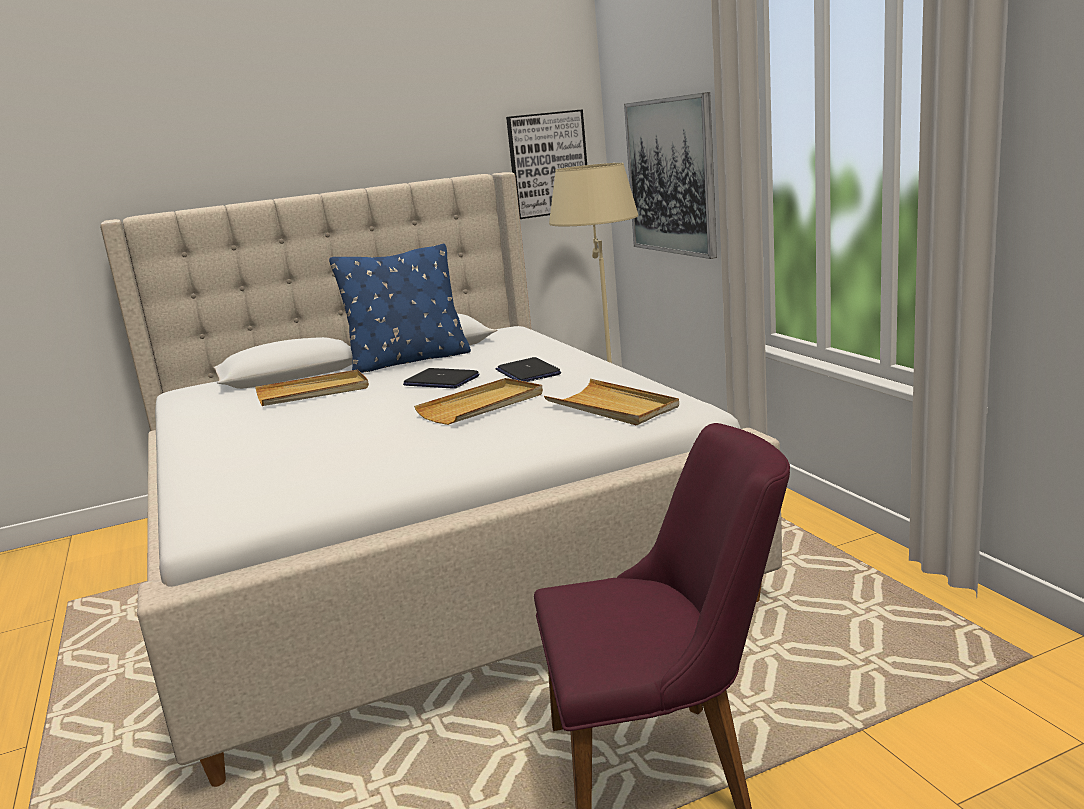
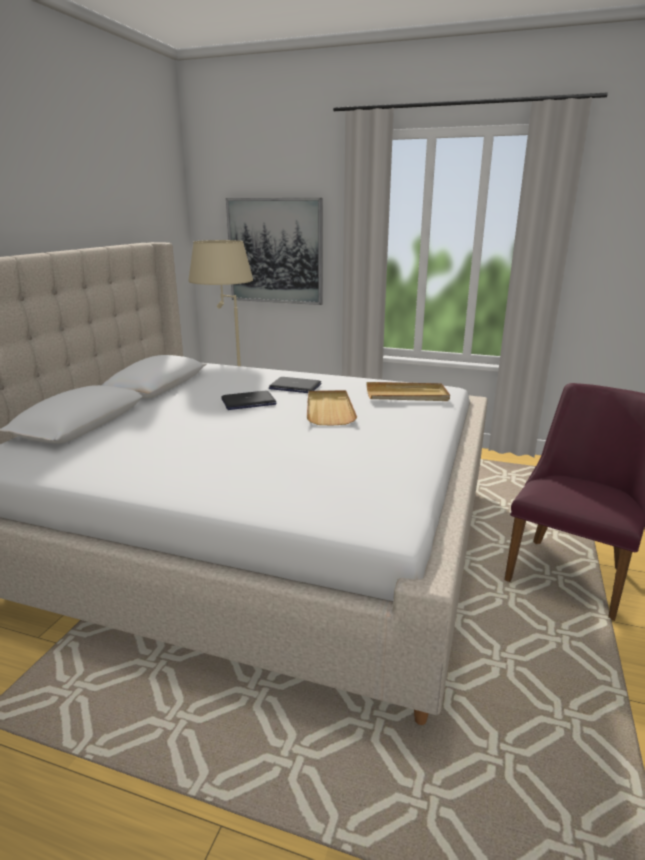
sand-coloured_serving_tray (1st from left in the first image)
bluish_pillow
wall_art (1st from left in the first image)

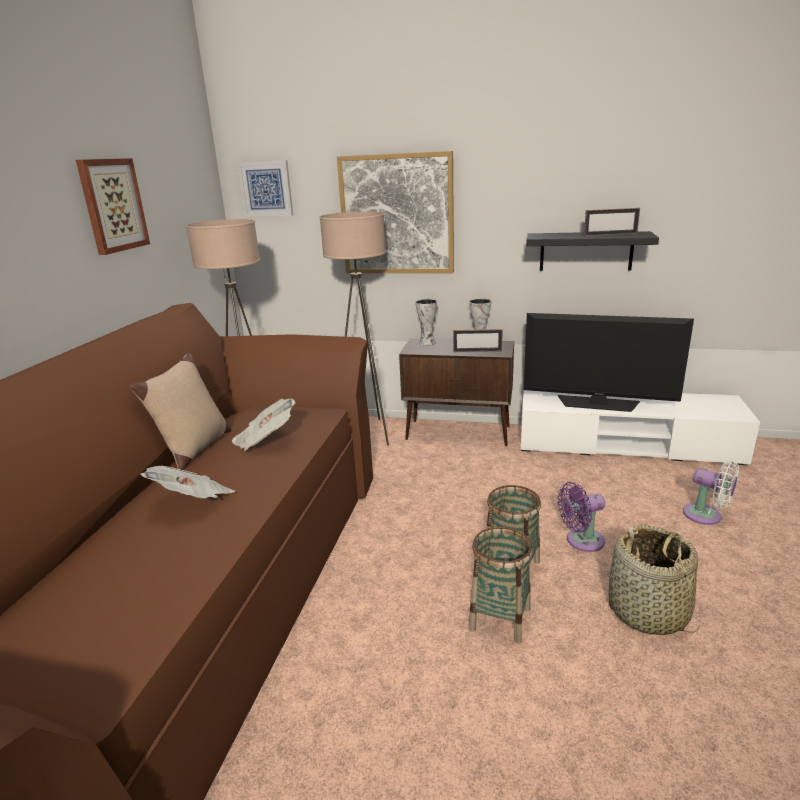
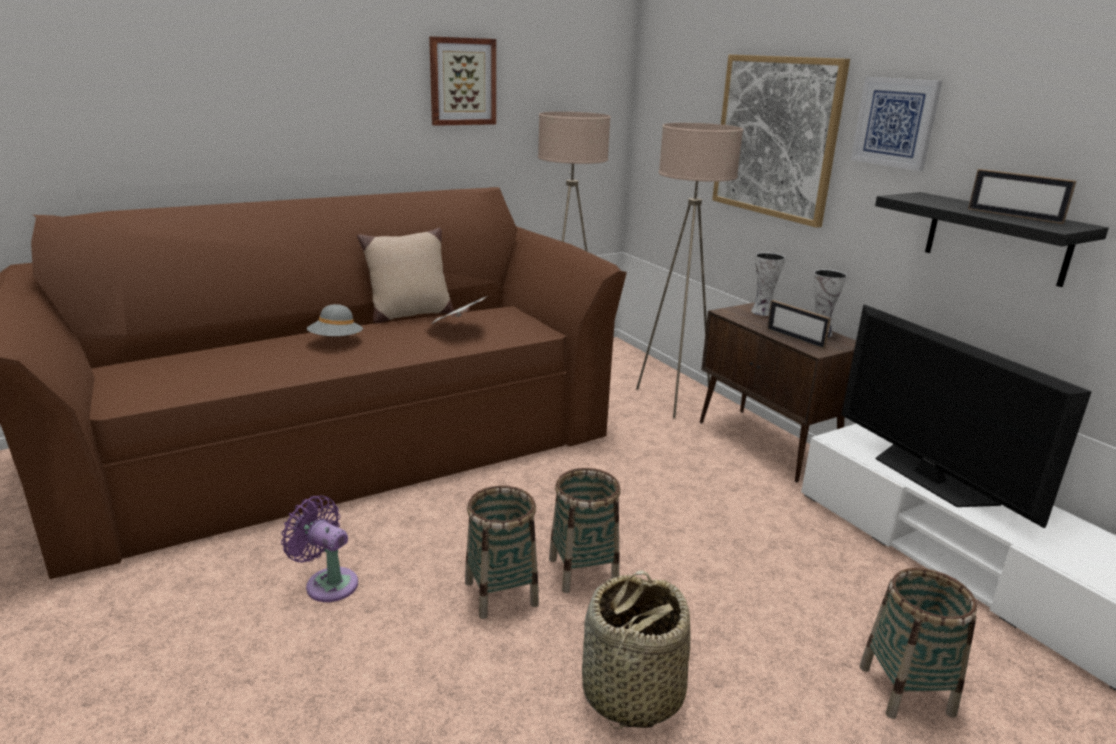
purplish_fan
gray_hat
wall_art (3rd from left)
household_basket (4th from left)

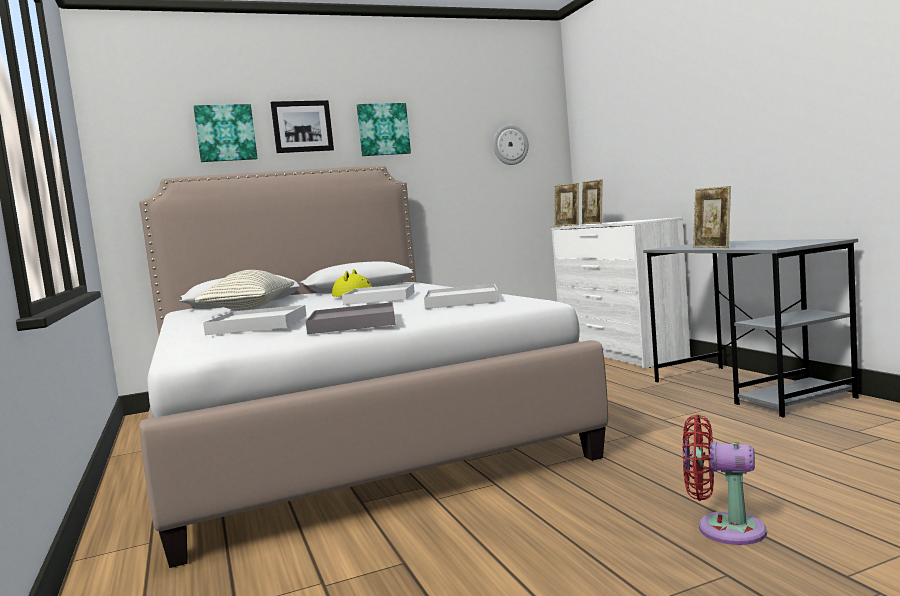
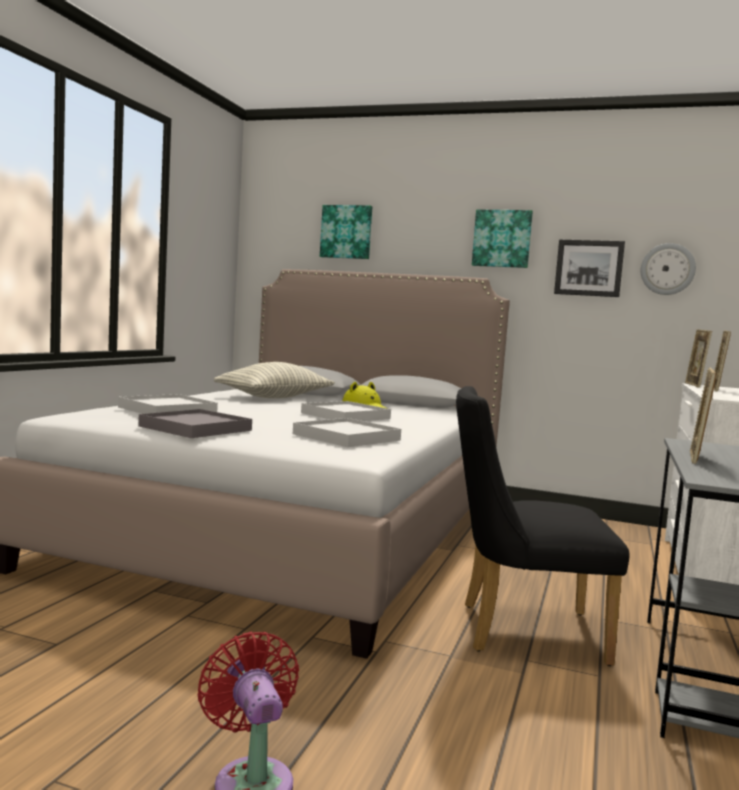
black_chair
wall_art (3rd from left)

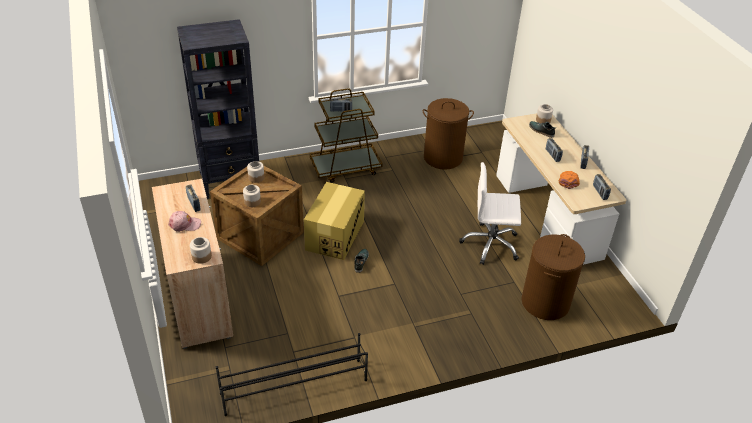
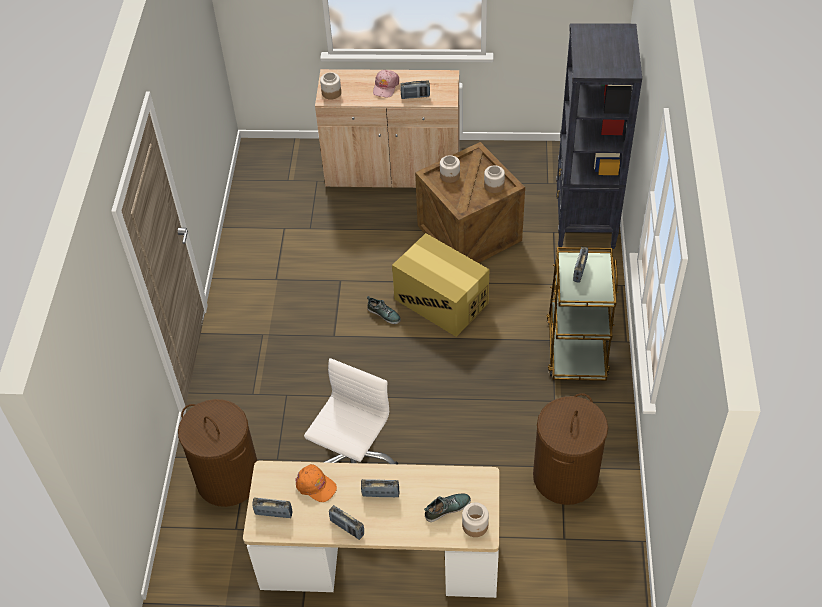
black_shoe_rack

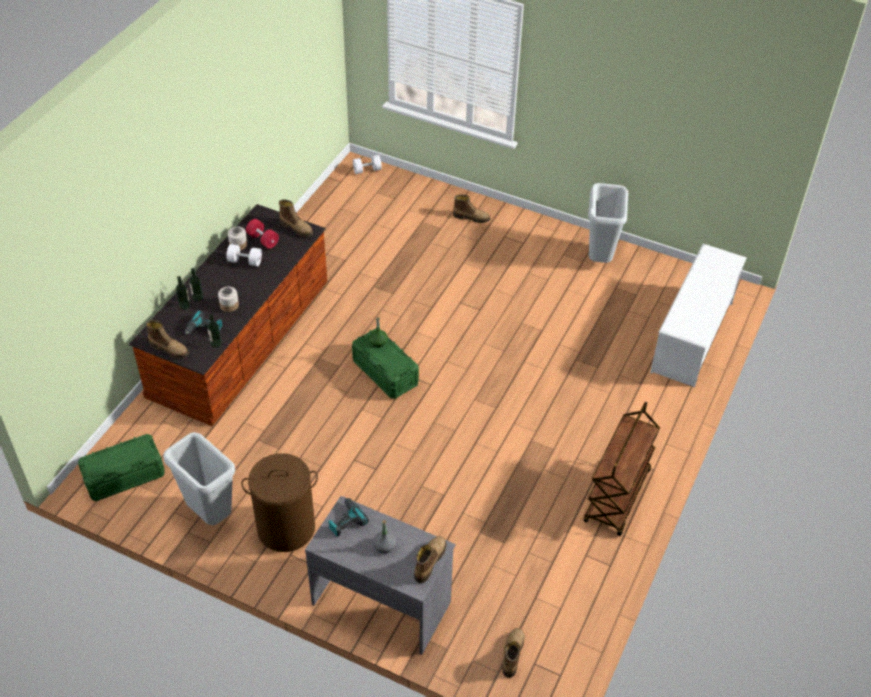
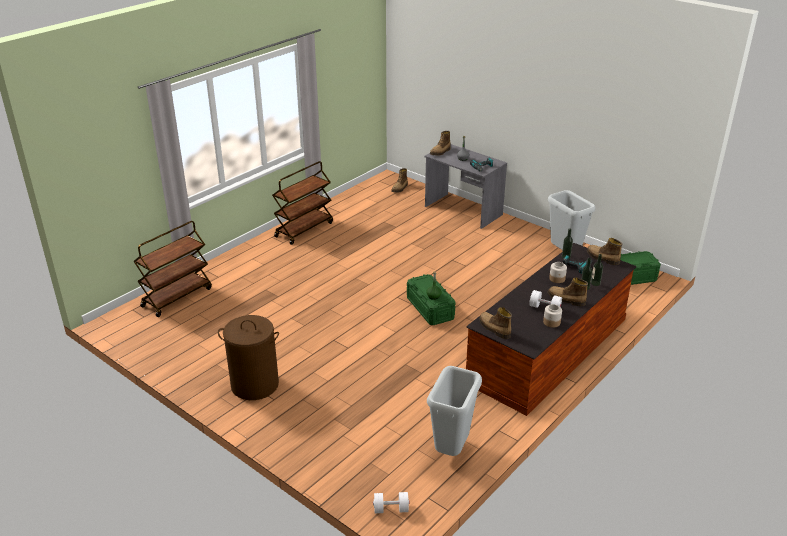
brown-coloured_trolley (1st from left)
brown-coloured_laundry_basket
gray_rubbish_bin (1st from left)
boot (4th from left)
red-coloured_hand_weight

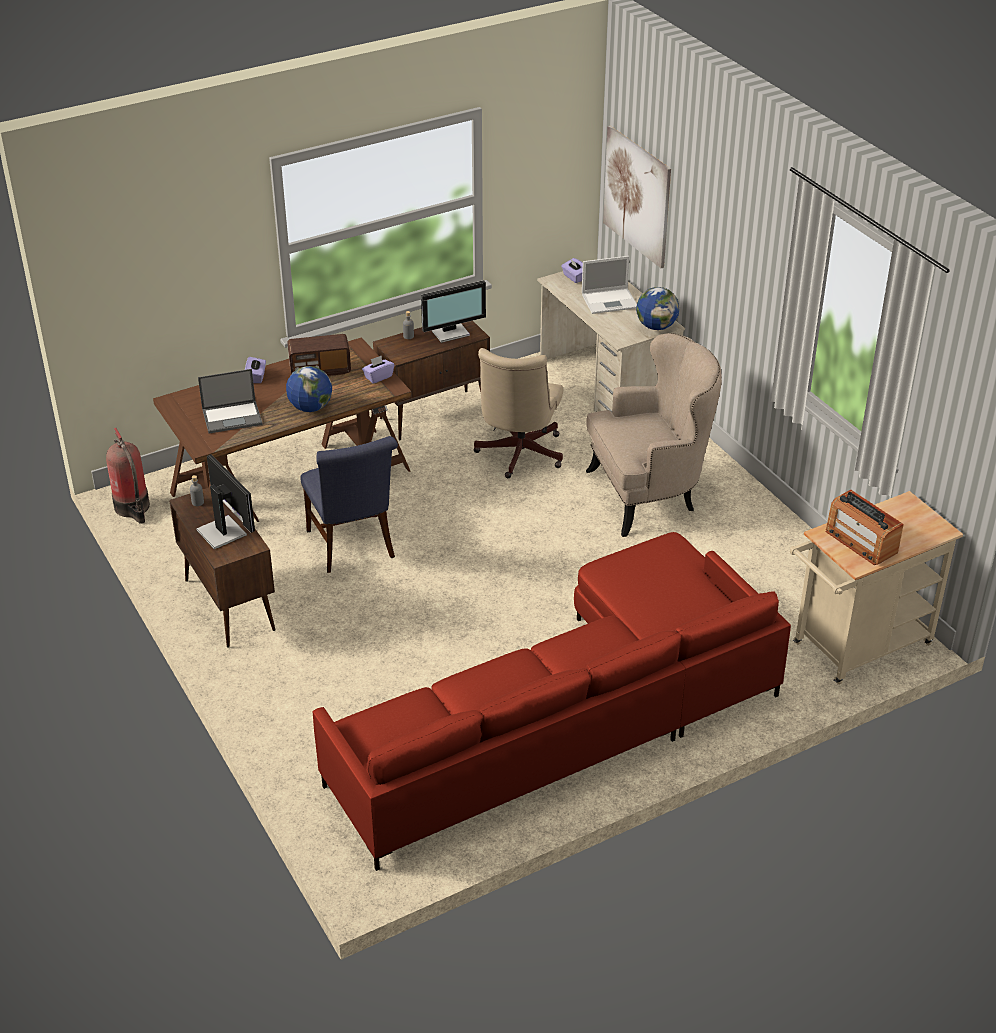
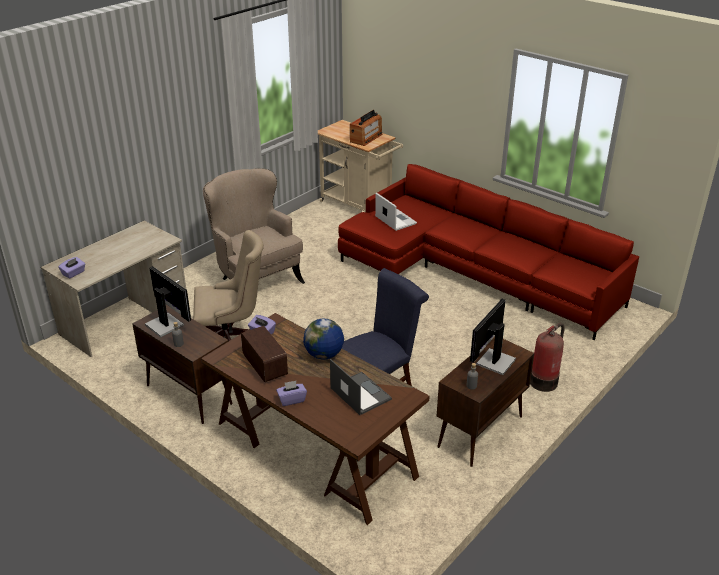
notebook_computer (2nd from left)
fire-fighting_cylinder
wall_art
desk_globe (2nd from left in the first image)

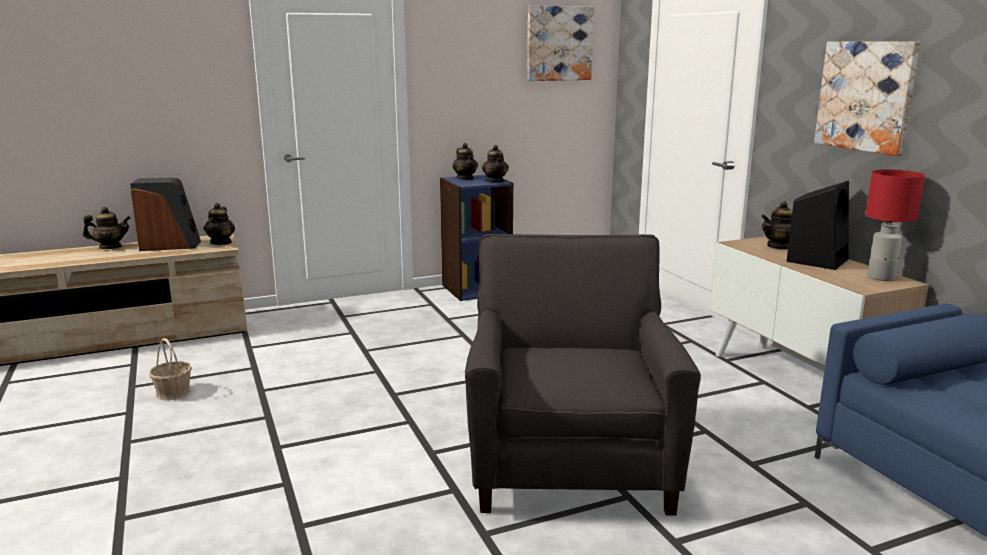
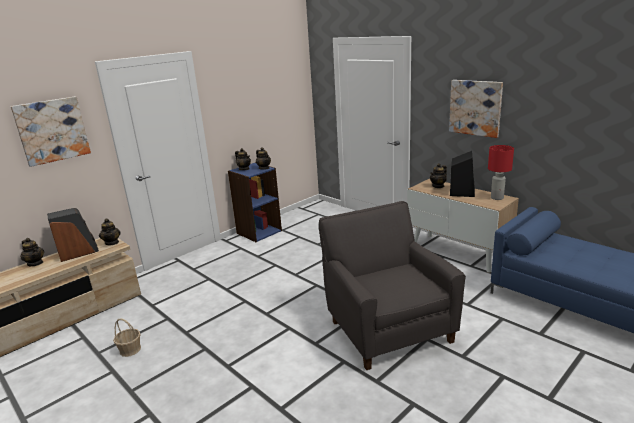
wall_art (1st from left)
tea_pot (1st from left)

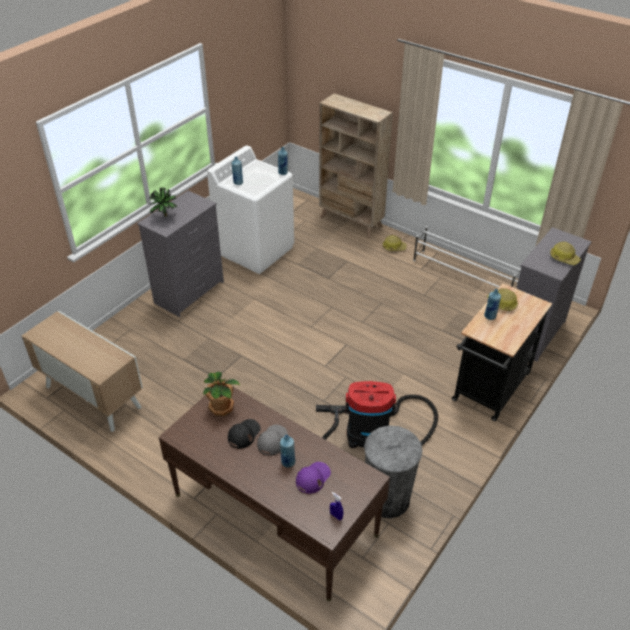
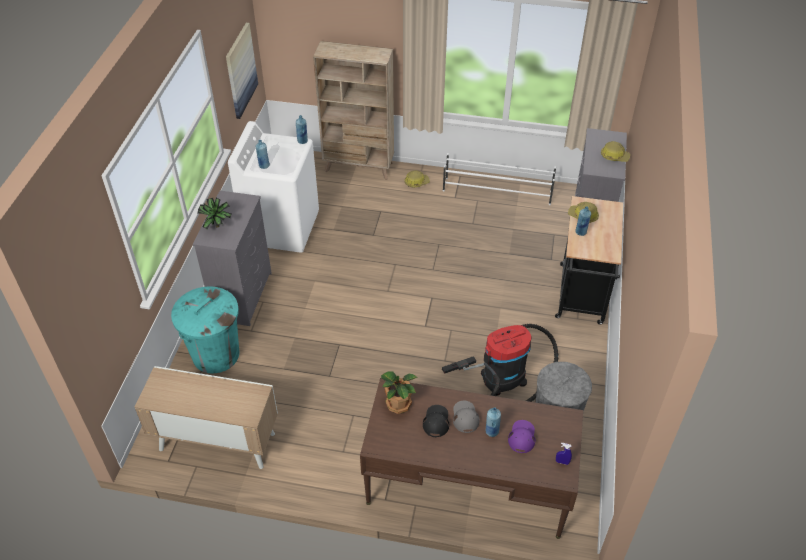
turquoise-coloured_rubbish_bin
wall_art

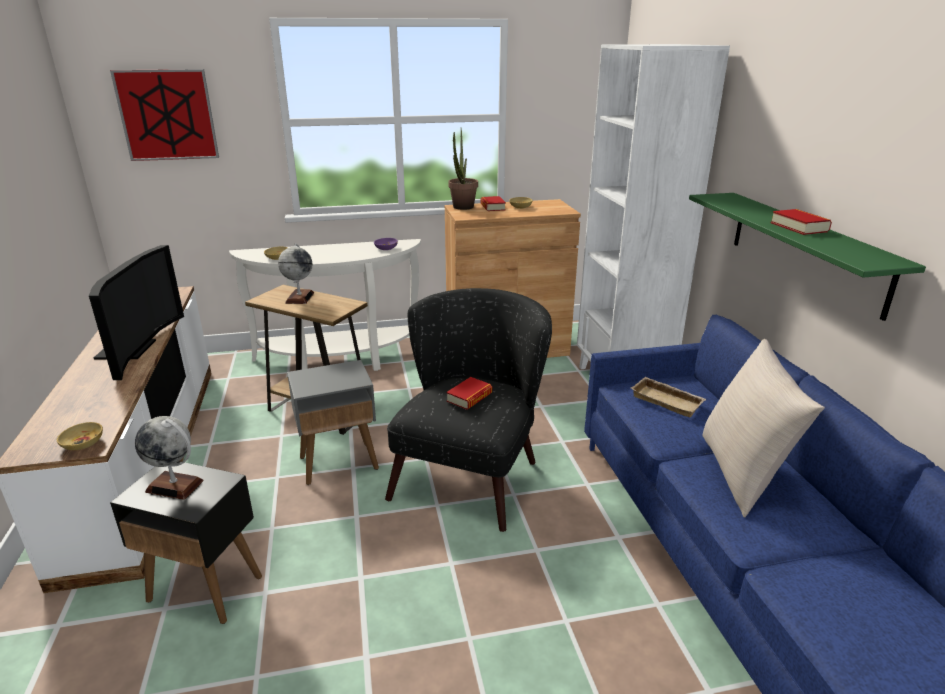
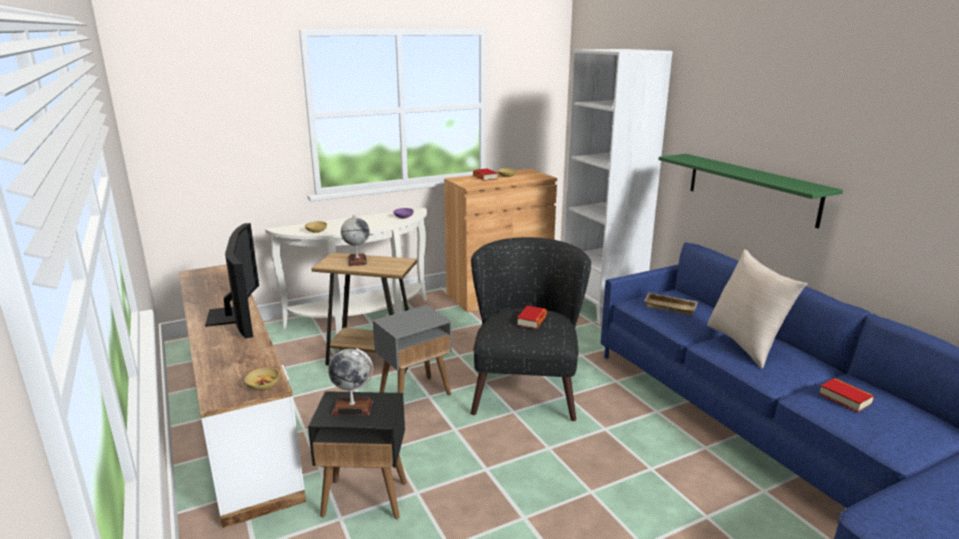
book (3rd from left)
wall_art
plant_in_a_pot

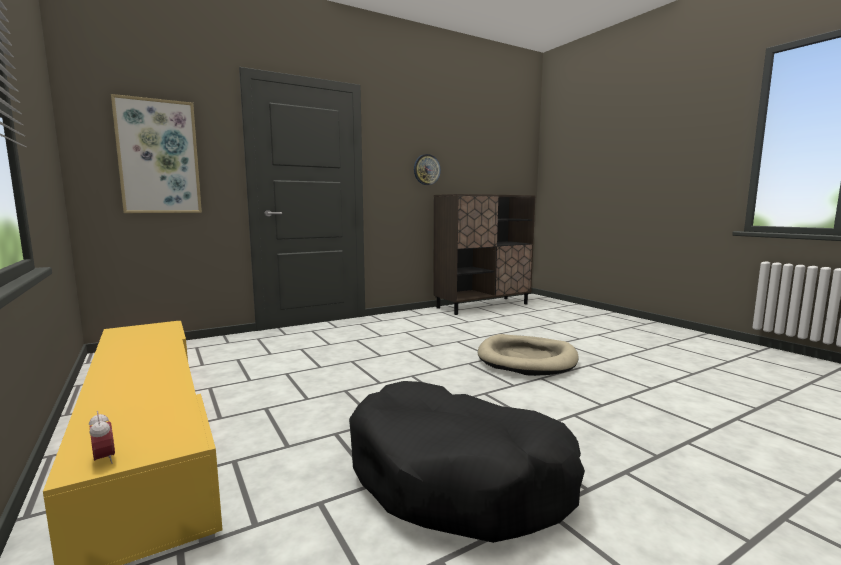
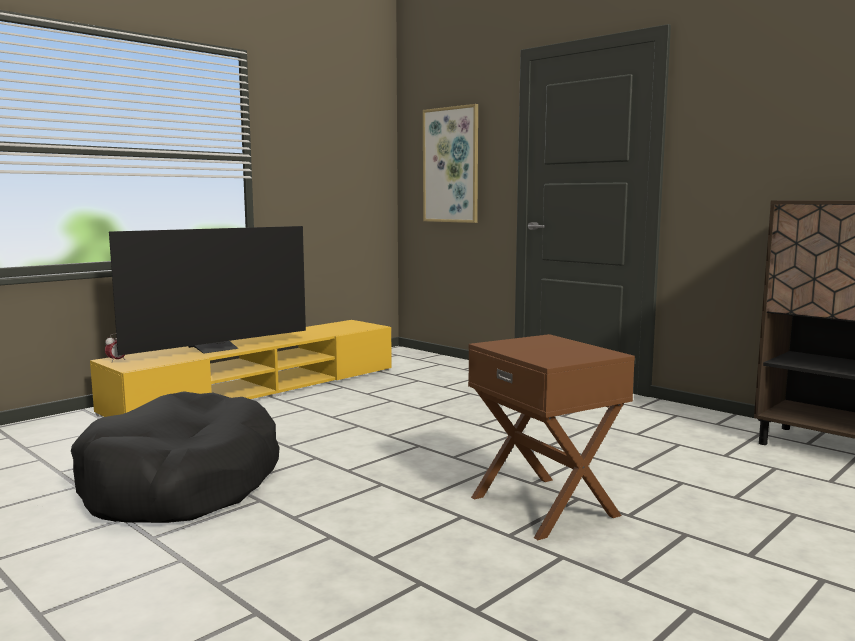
television
brown-coloured_accent_table
wall_clock

